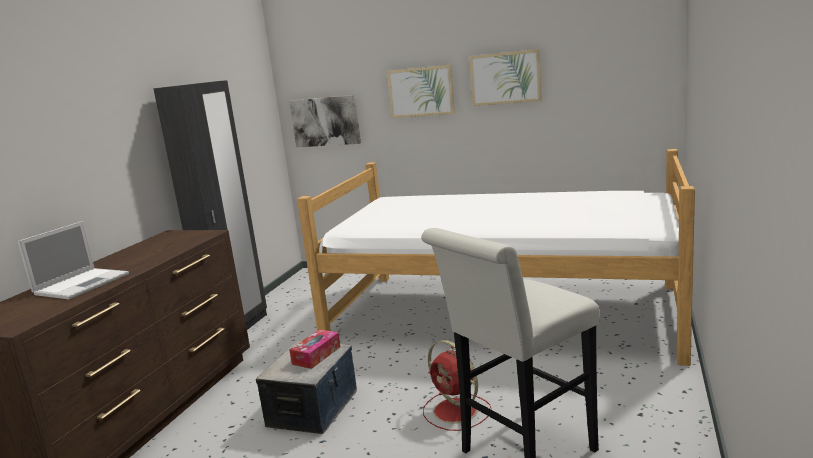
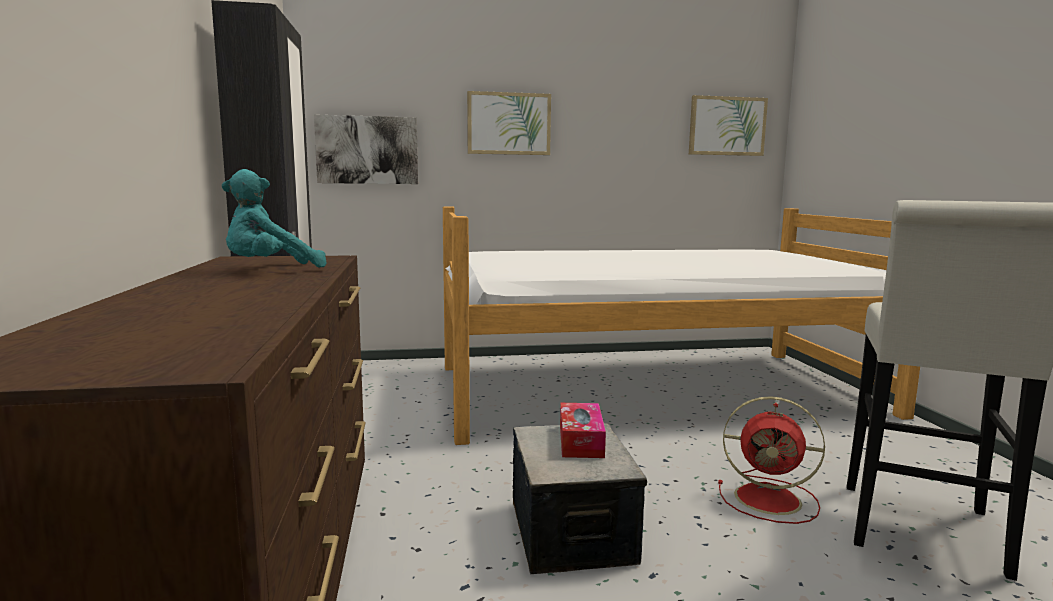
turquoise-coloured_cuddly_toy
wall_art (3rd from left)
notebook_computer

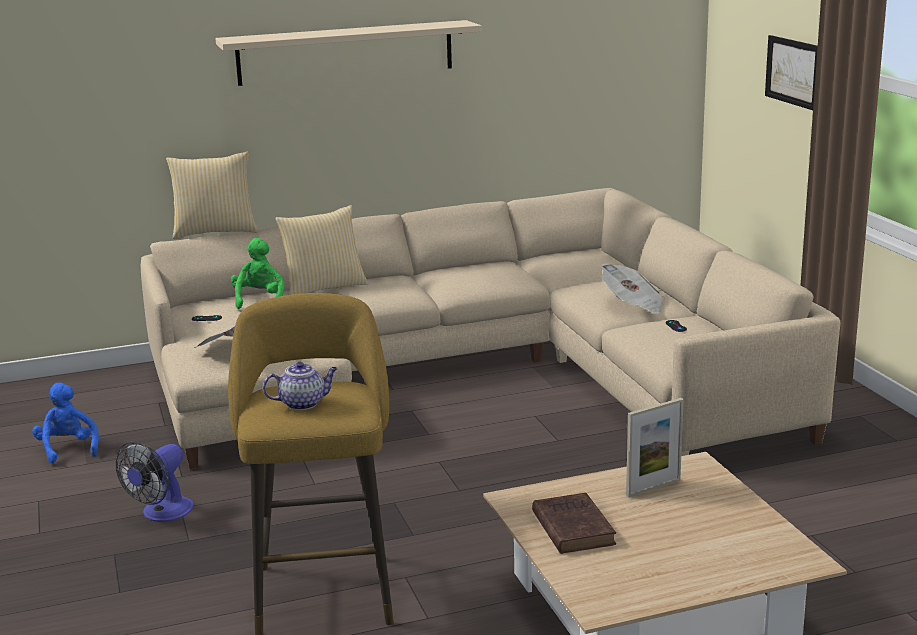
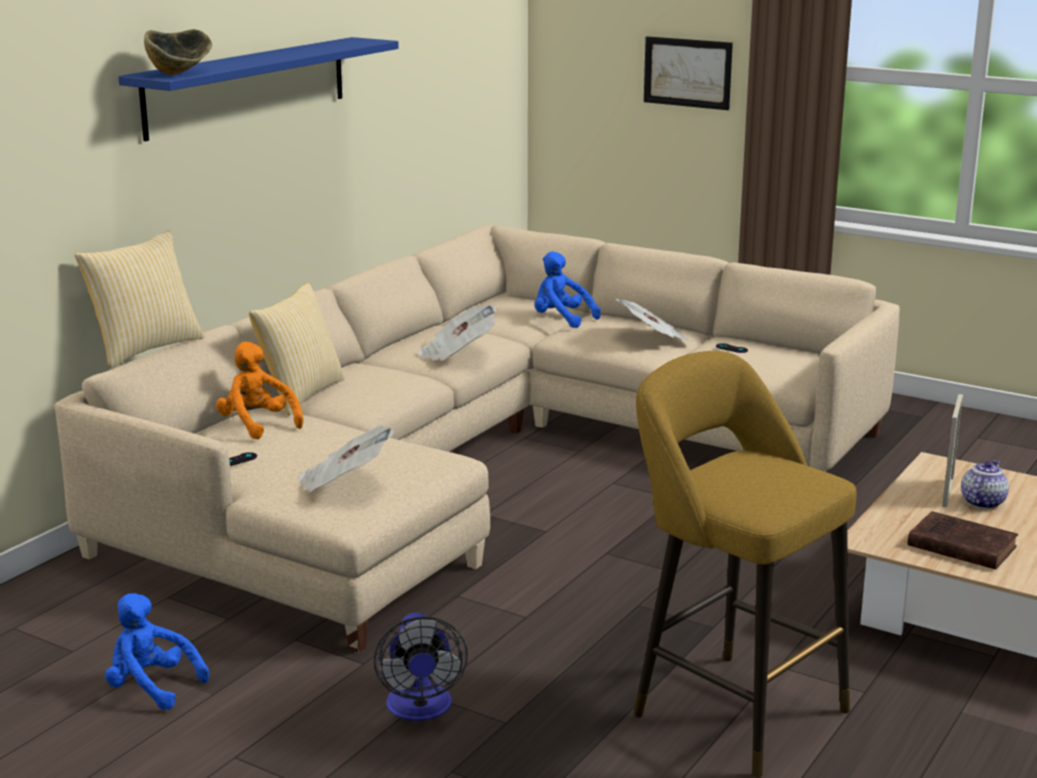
bluish_shelf
deep_dish
orange-coloured_cuddly_toy
printed_paper (2nd from left)
bluish_cuddly_toy (2nd from left)
tea_pot

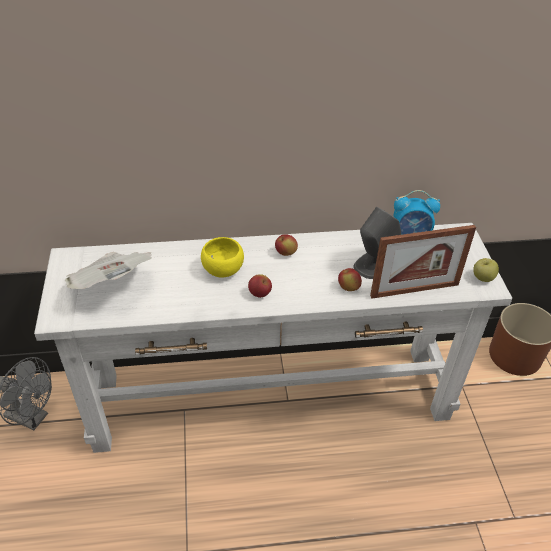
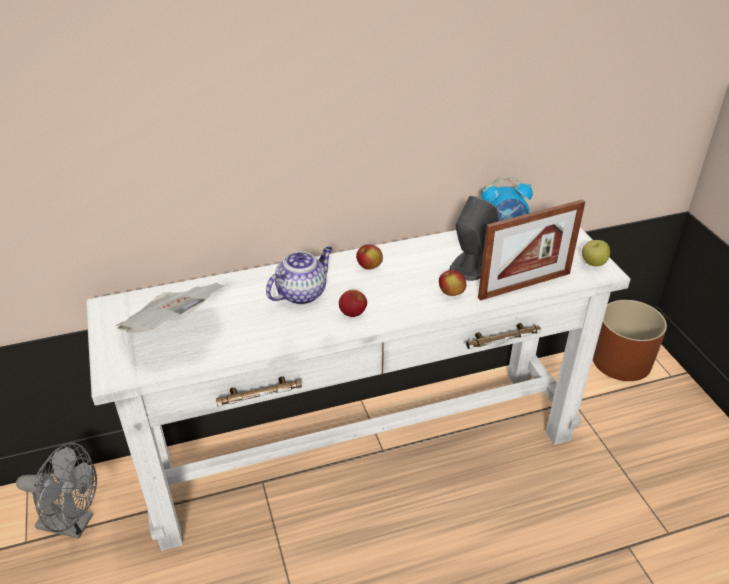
tea_pot

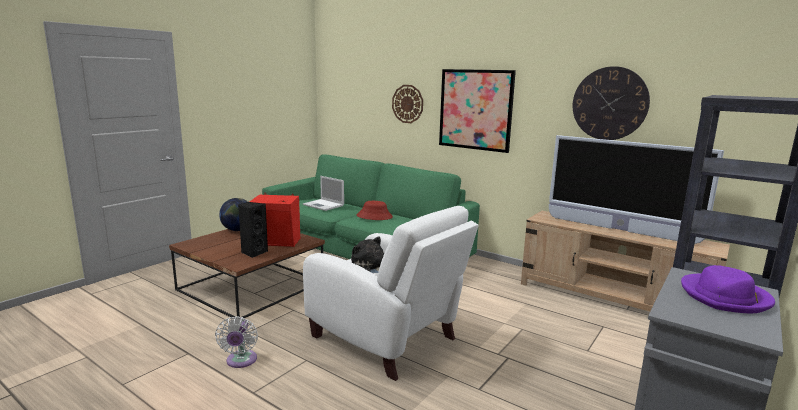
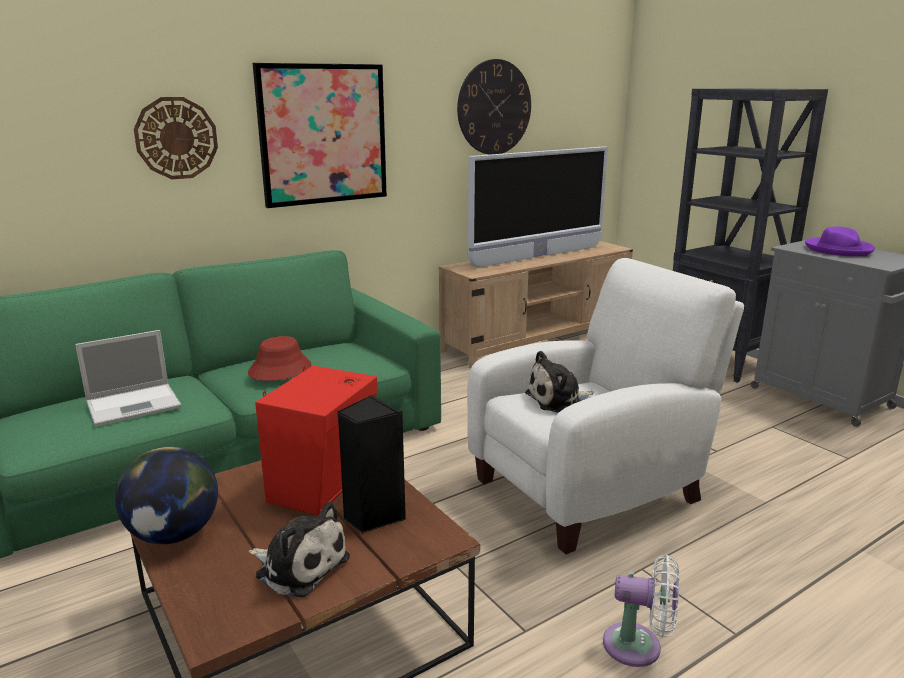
cuddly_toy (1st from left)

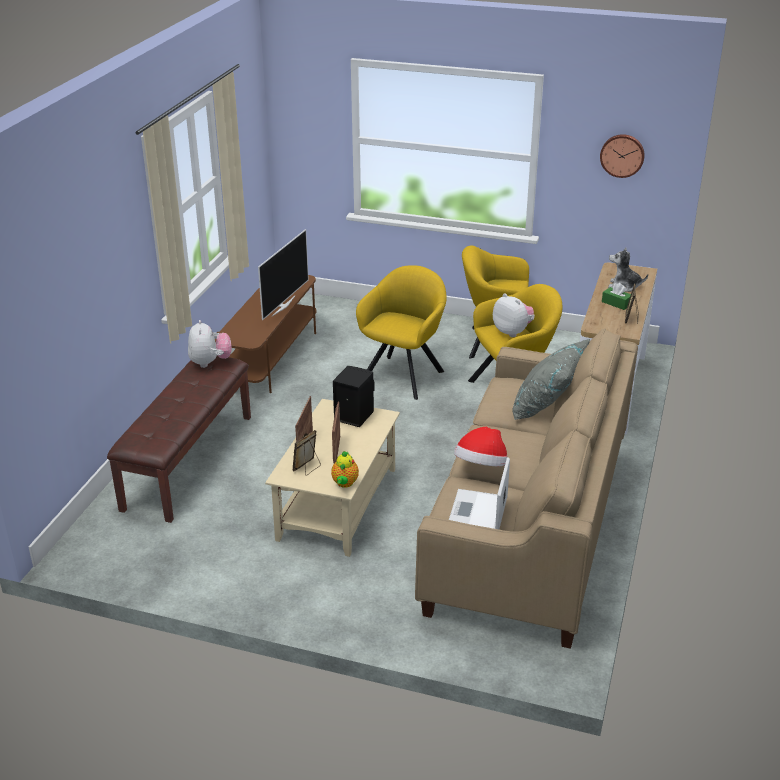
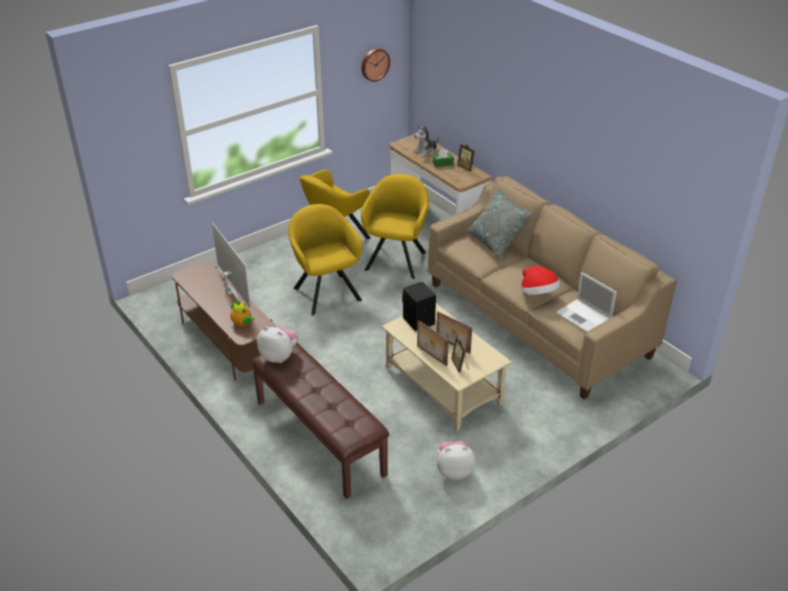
tea_pot
cuddly_toy (3rd from left)

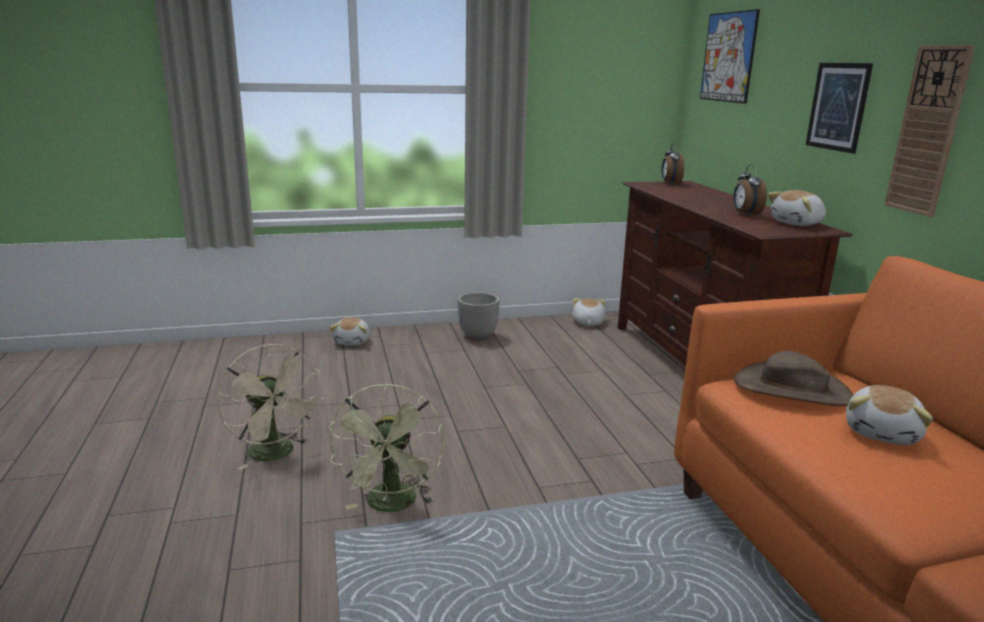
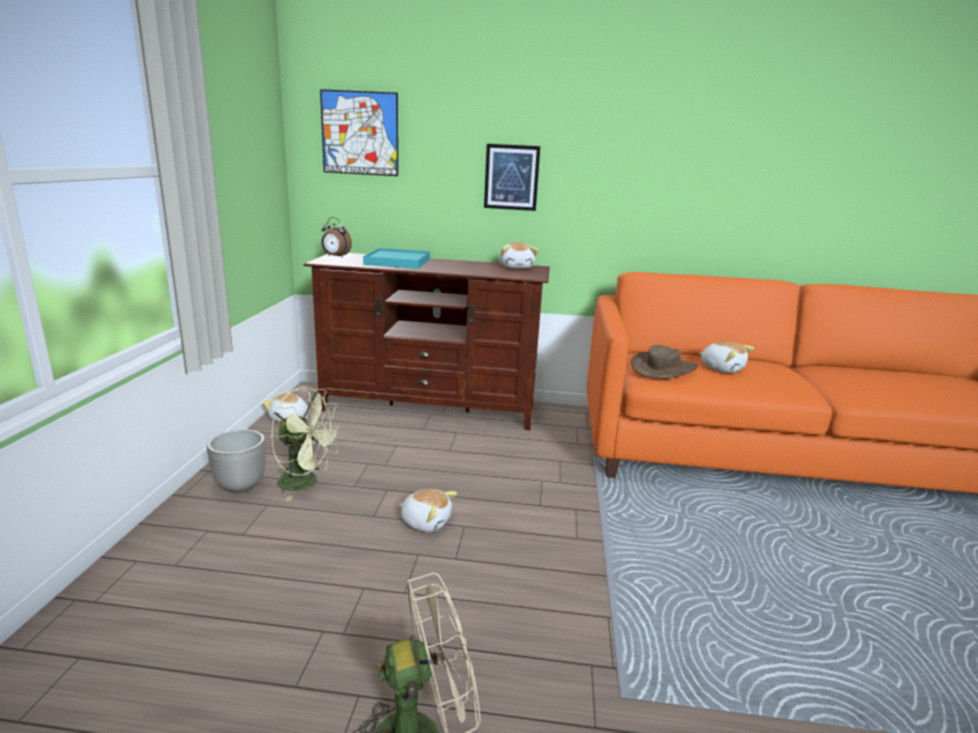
greenish_fan
turquoise-coloured_serving_tray
cuddly_toy (2nd from left)
bedside_clock (2nd from left in the first image)
wall_clock

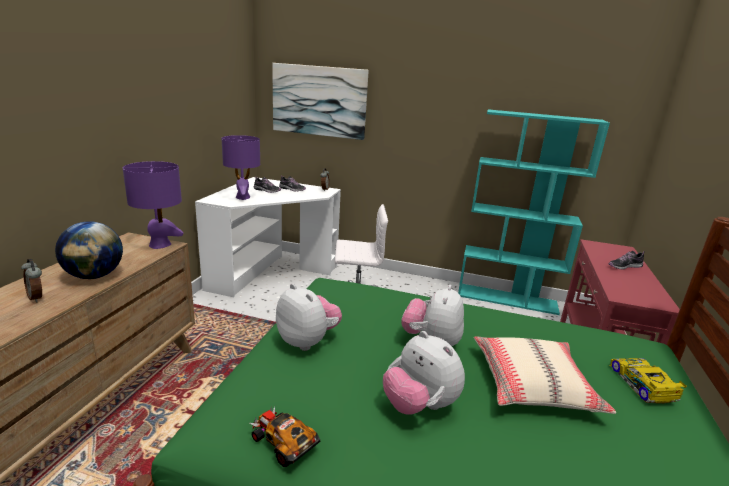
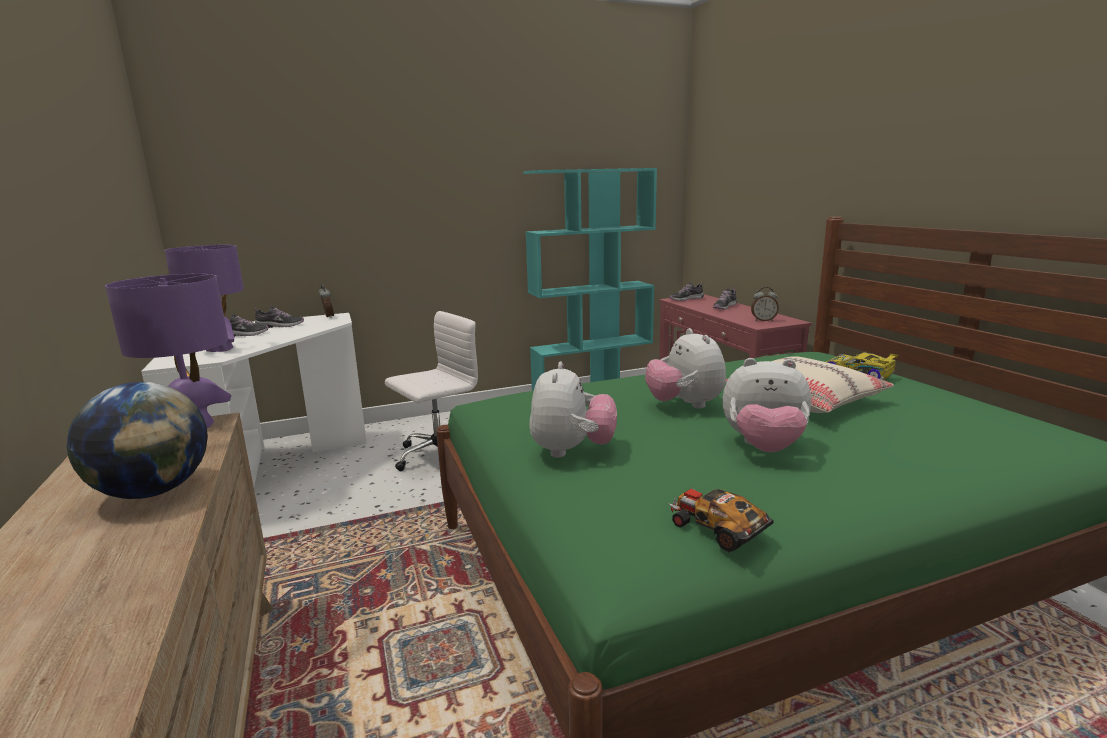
cuddly_toy (1st from left)
toy_car (1st from left)
low_shoe (3rd from left)
bedside_clock (2nd from left)
wall_art

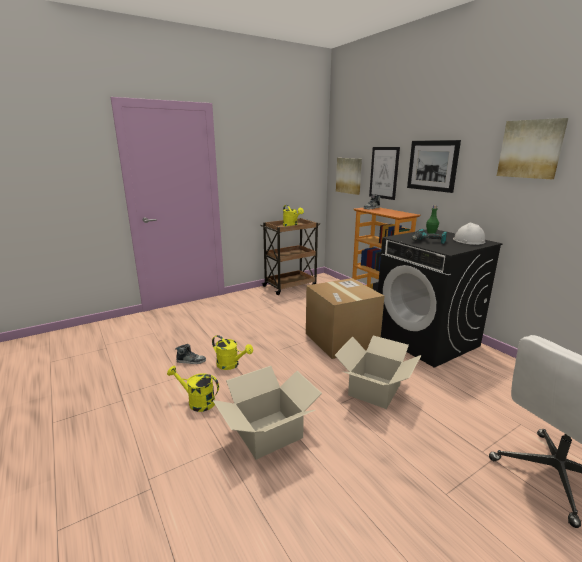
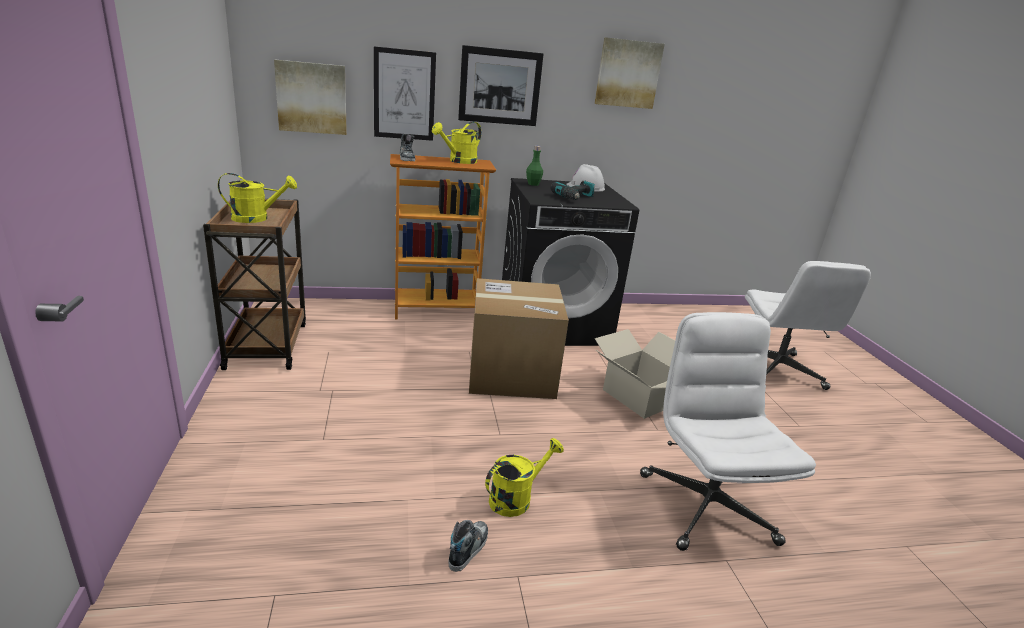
yellowish_watering_pot (2nd from left)
whitish_desk_chair (1st from left)

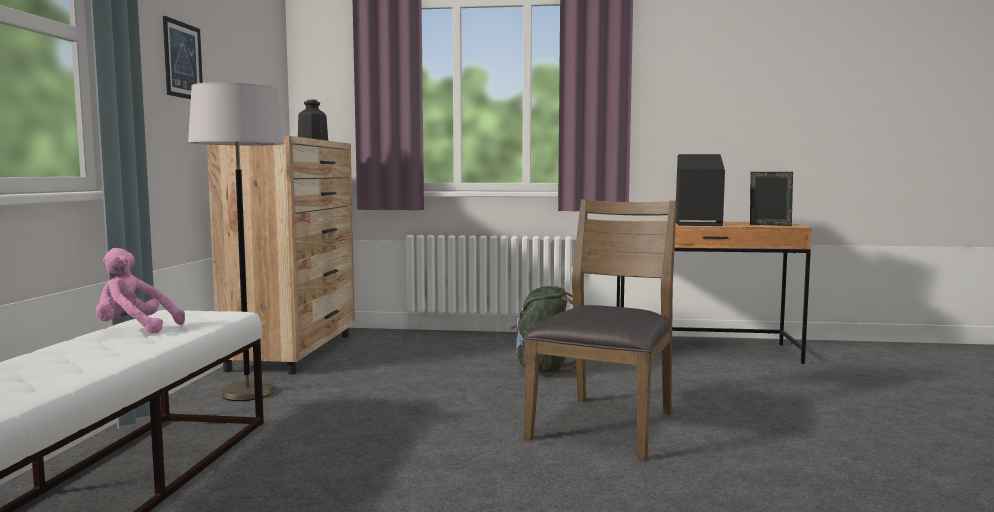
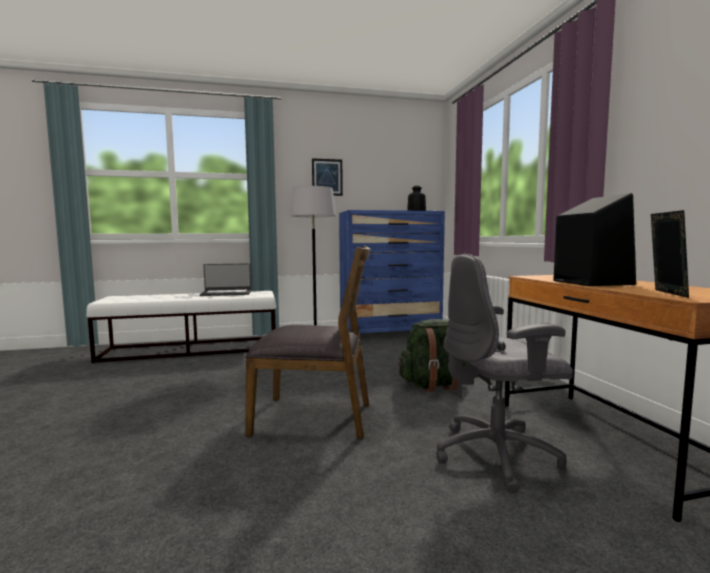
notebook_computer
bluish_drawer_chest
gray_desk_chair

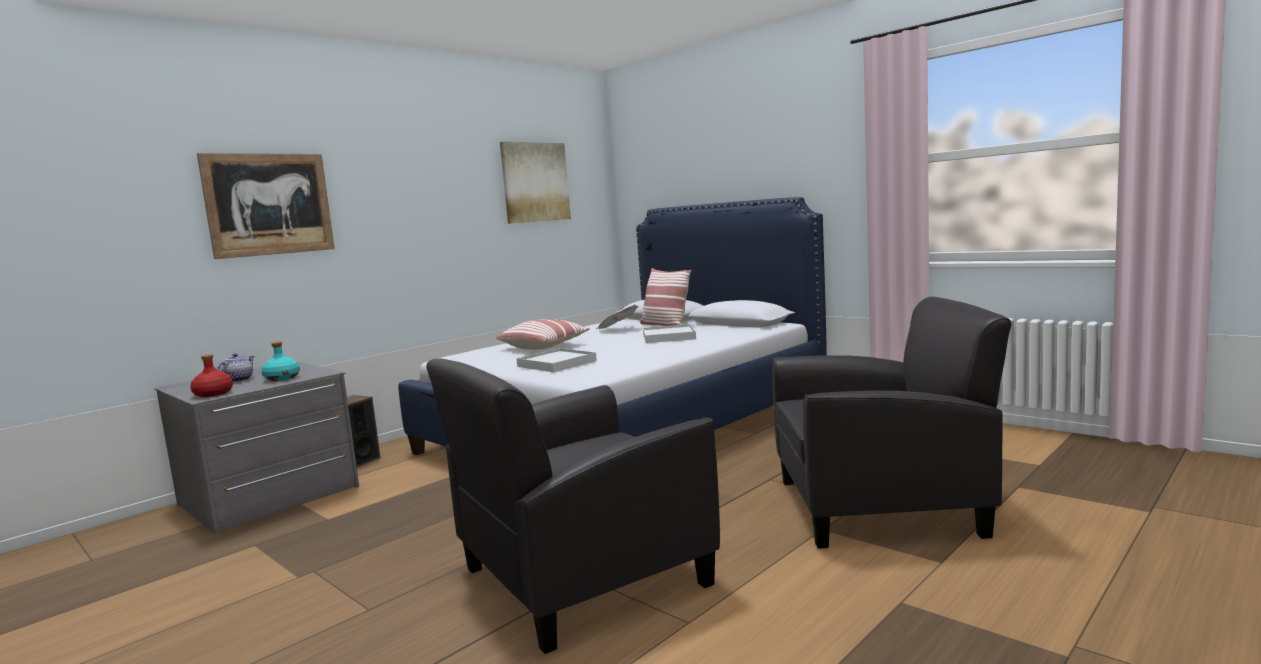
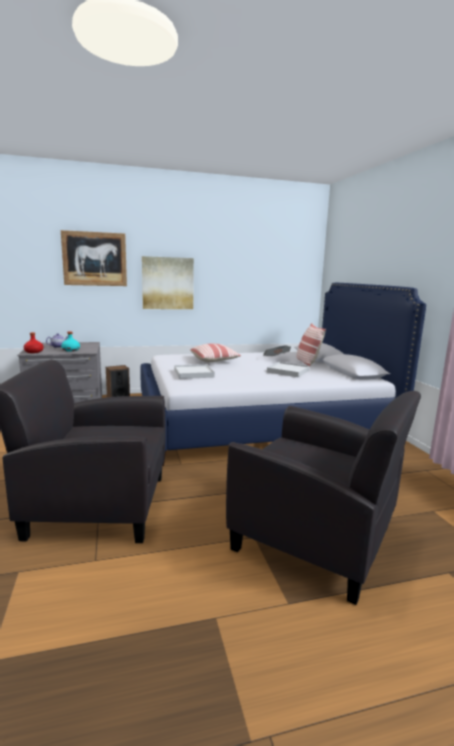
wall_art (2nd from left)

